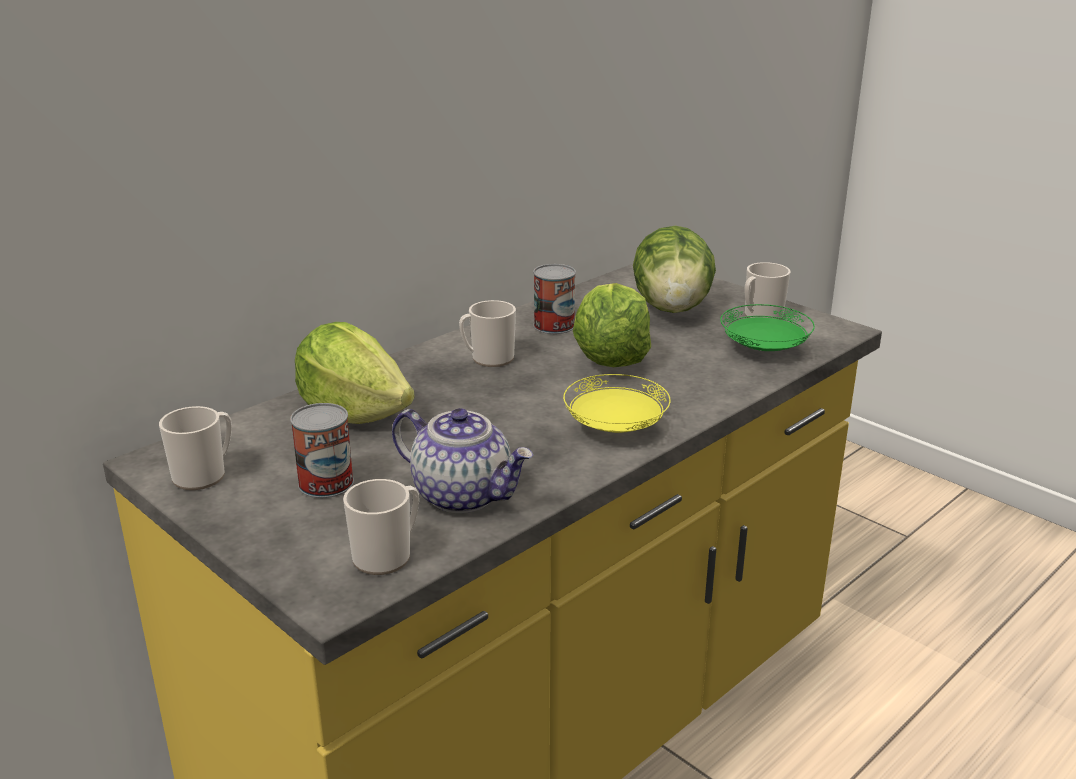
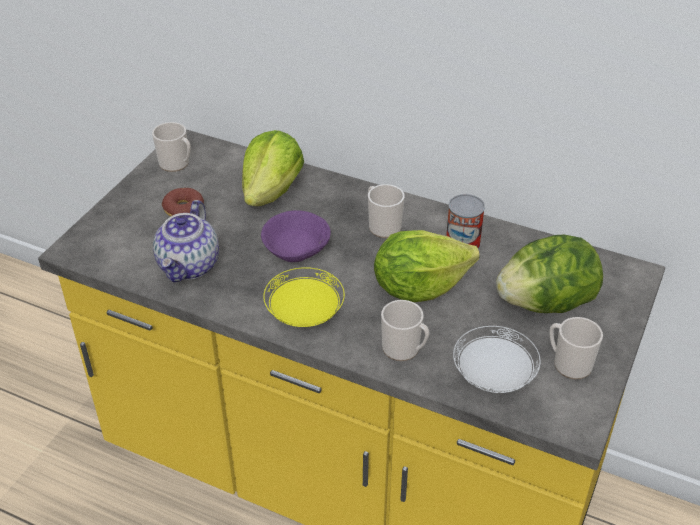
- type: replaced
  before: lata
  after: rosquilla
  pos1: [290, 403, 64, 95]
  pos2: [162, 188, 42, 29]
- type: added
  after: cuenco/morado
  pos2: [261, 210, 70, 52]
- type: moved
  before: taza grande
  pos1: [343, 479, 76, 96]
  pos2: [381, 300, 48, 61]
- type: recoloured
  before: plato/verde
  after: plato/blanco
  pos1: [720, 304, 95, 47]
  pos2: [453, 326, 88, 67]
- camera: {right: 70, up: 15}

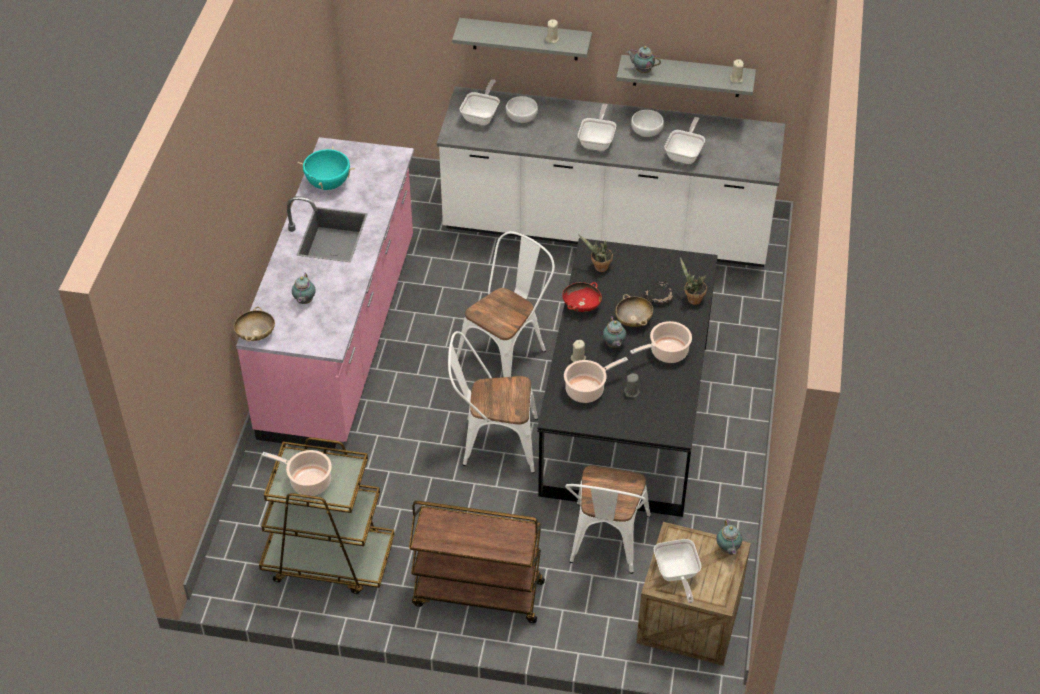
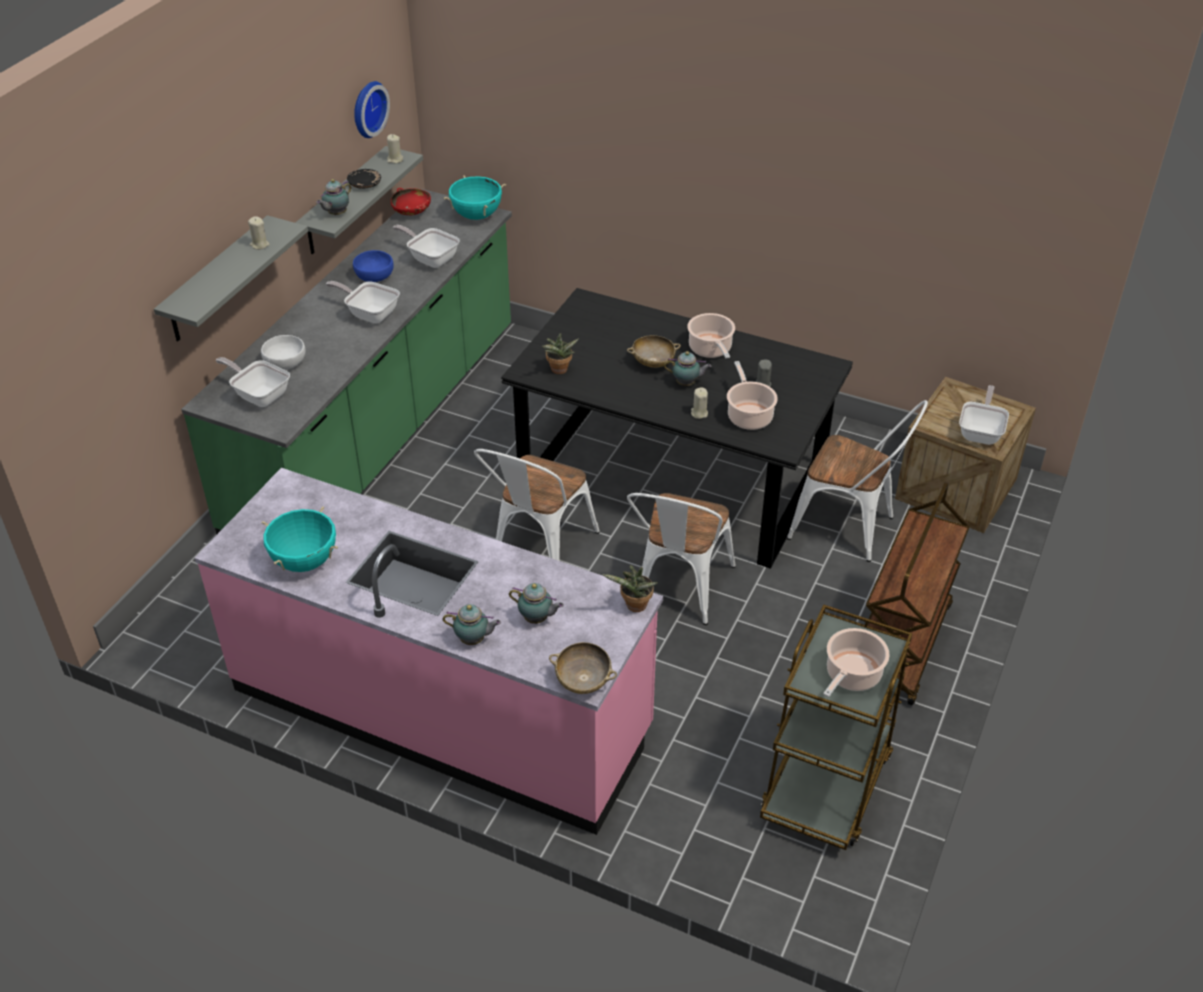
- type: recoloured
  before: mueble bajo de cocina/blanco
  after: mueble bajo de cocina/verde
  pos1: [437, 86, 348, 181]
  pos2: [181, 189, 331, 345]
- type: moved
  before: plato/negro
  pos1: [645, 281, 29, 23]
  pos2: [347, 169, 34, 20]
- type: recoloured
  before: cuenco/blanco
  after: cuenco/azul
  pos1: [631, 110, 33, 27]
  pos2: [353, 250, 41, 32]
- type: added
  after: reloj de pared
  pos2: [354, 81, 36, 57]
- type: moved
  before: cuenco/rojo
  pos1: [562, 282, 40, 30]
  pos2: [391, 188, 40, 28]
- type: moved
  before: tetera
  pos1: [716, 519, 26, 36]
  pos2: [443, 604, 58, 41]
- type: added
  after: olla/turquesa
  pos2: [444, 176, 62, 44]
- type: turned
  before: silla/blanco
  pos1: [456, 231, 99, 146]
  pos2: [474, 449, 126, 112]
  turn: -120
- type: moved
  before: planta en maceta
  pos1: [680, 258, 27, 47]
  pos2: [602, 565, 56, 47]
- type: turned
  before: sartén
  pos1: [654, 539, 48, 64]
  pos2: [959, 385, 50, 60]
  turn: -75
- camera: {right: -75, up: -5}

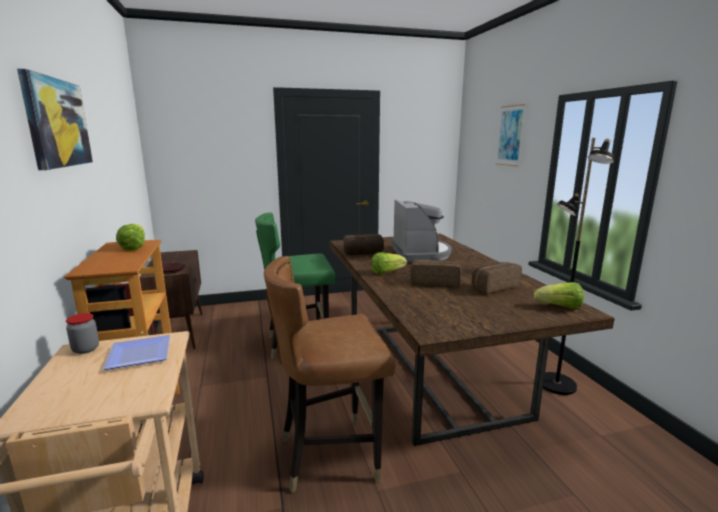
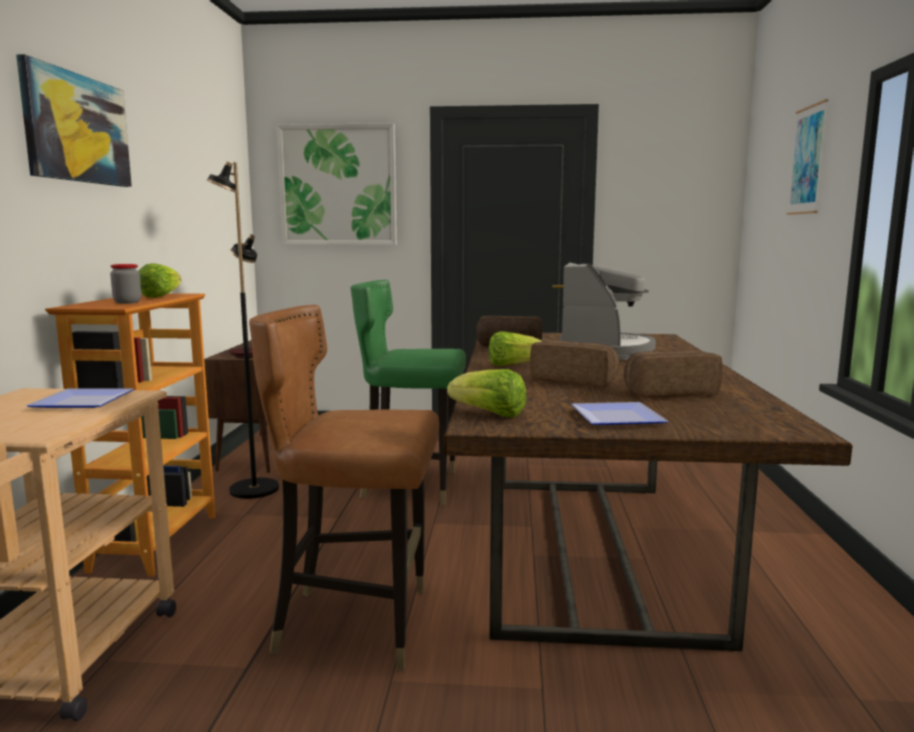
- type: moved
  before: tarro
  pos1: [66, 313, 33, 41]
  pos2: [110, 264, 31, 40]
- type: moved
  before: lámpara de pie/negro
  pos1: [543, 138, 71, 257]
  pos2: [206, 162, 73, 337]
- type: added
  after: cuadro
  pos2: [277, 123, 120, 122]
- type: moved
  before: lechuga
  pos1: [534, 282, 50, 27]
  pos2: [447, 369, 79, 48]
- type: added
  after: plato
  pos2: [571, 402, 97, 23]
- camera: {right: 20, up: -5}

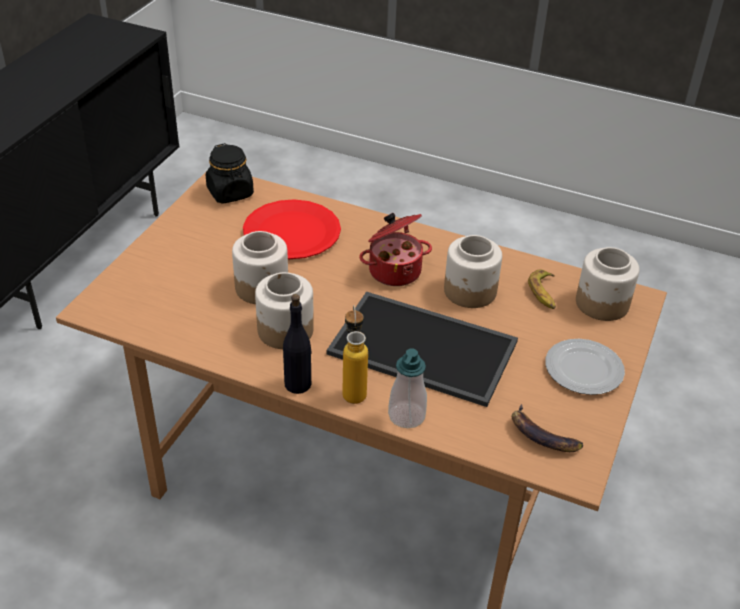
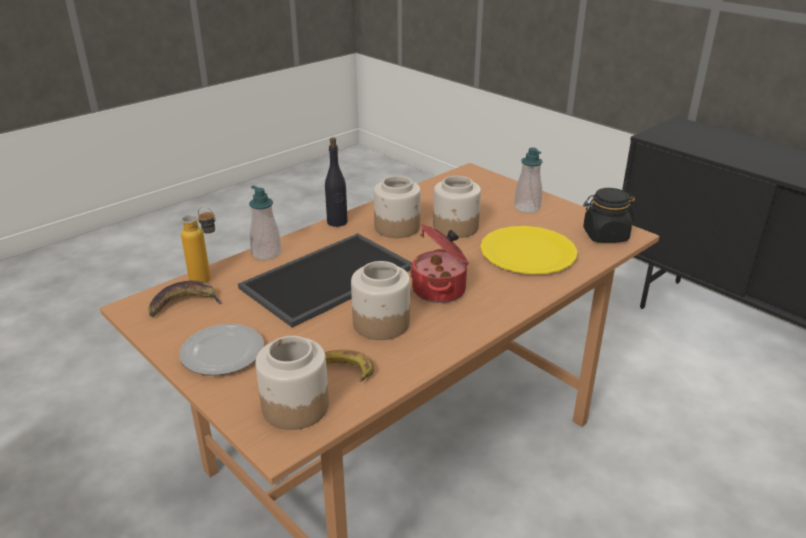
- type: moved
  before: botella
  pos1: [342, 305, 26, 99]
  pos2: [181, 207, 34, 76]
- type: recoloured
  before: plato/rojo
  after: plato/amarillo
  pos1: [243, 199, 98, 60]
  pos2: [480, 226, 97, 48]
- type: added
  after: dispensador de jabón
  pos2: [514, 147, 29, 66]
- camera: {right: 115, up: -10}

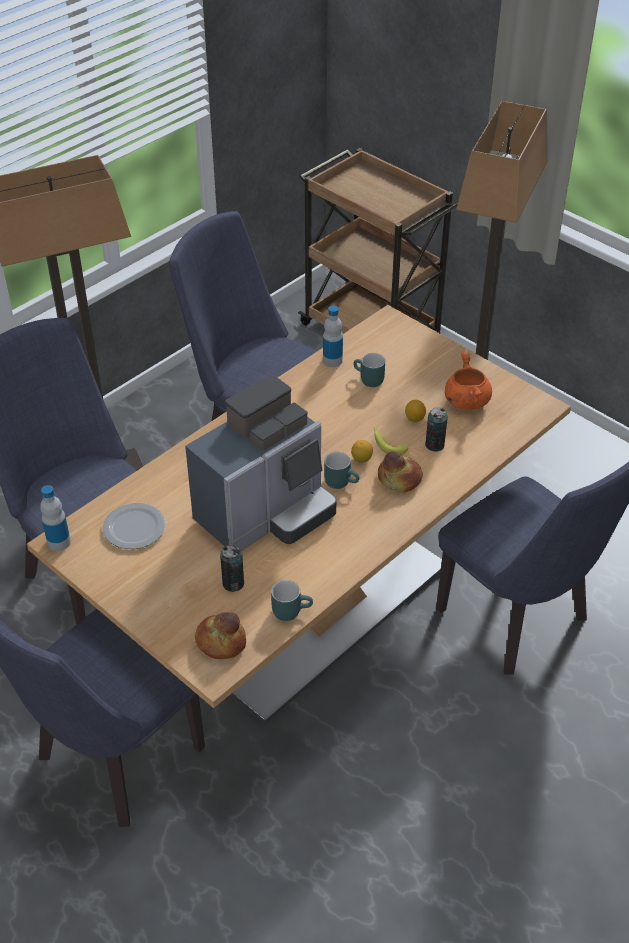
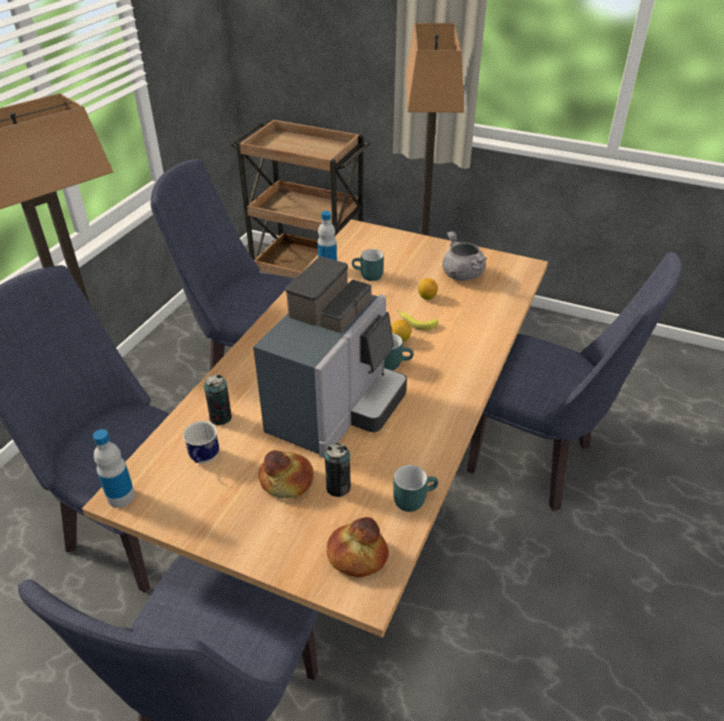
- type: replaced
  before: plato
  after: taza grande
  pos1: [103, 503, 63, 46]
  pos2: [183, 421, 36, 42]
- type: moved
  before: lata
  pos1: [425, 407, 23, 45]
  pos2: [204, 375, 28, 50]
- type: moved
  before: pan
  pos1: [378, 451, 45, 41]
  pos2: [258, 450, 56, 48]
- type: recoloured
  before: olla/naranja
  after: olla/gris
  pos1: [445, 352, 47, 58]
  pos2: [442, 232, 45, 49]
- camera: {right: -20, up: -5}

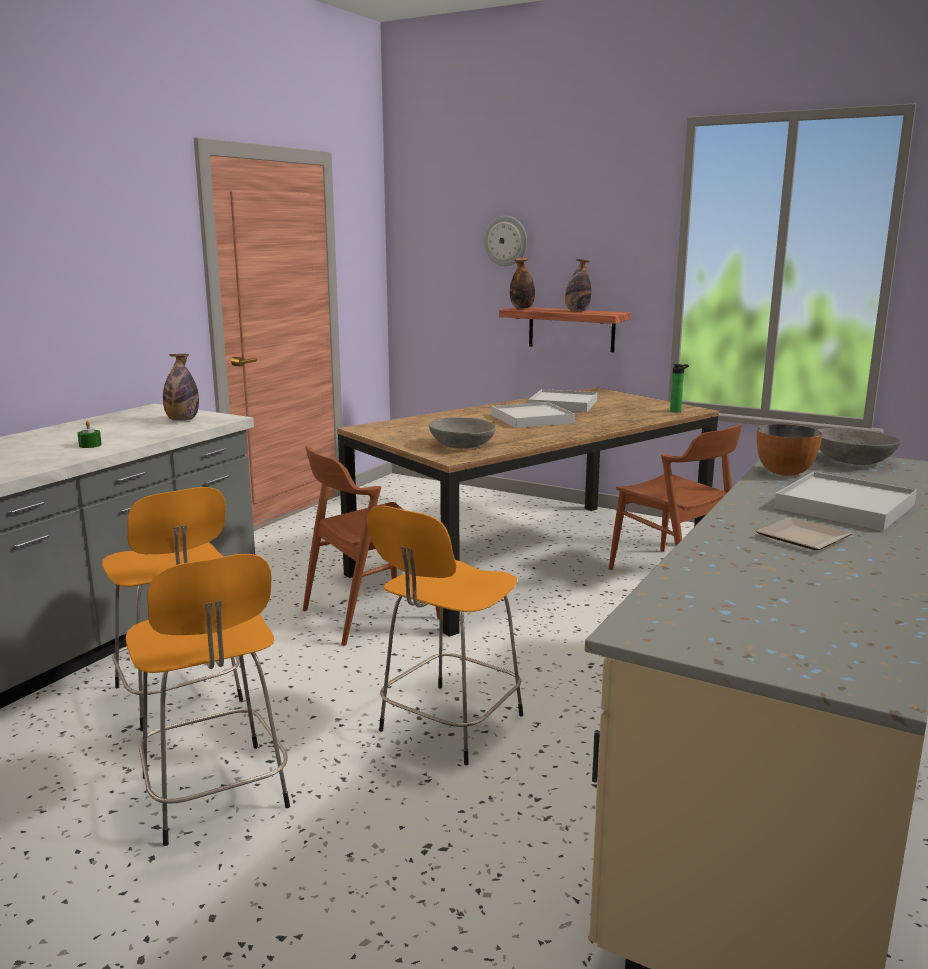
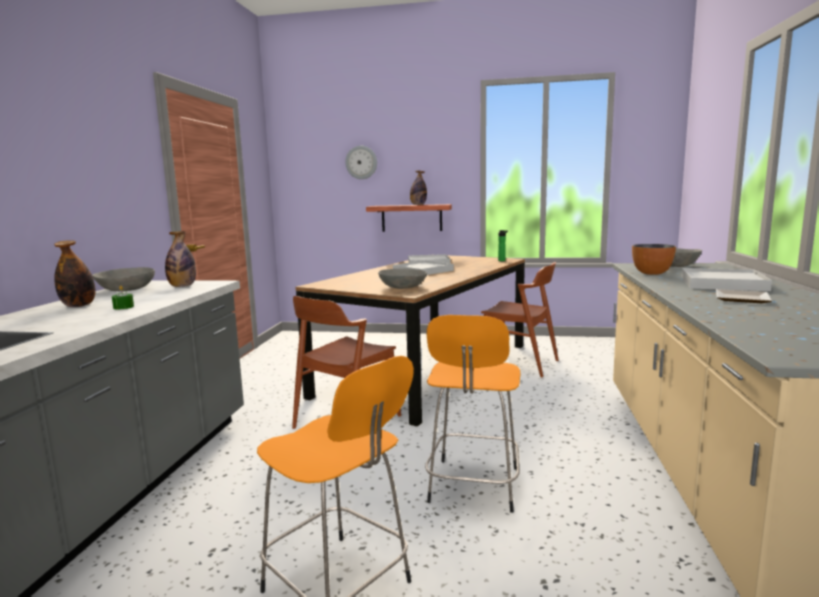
- type: moved
  before: botella
  pos1: [510, 258, 25, 51]
  pos2: [54, 240, 41, 67]
- type: added
  after: cuenco/gris
  pos2: [92, 267, 63, 24]
- type: removed
  before: taburete/naranja
  pos1: [102, 487, 141, 244]
- camera: {right: -20, up: -5}

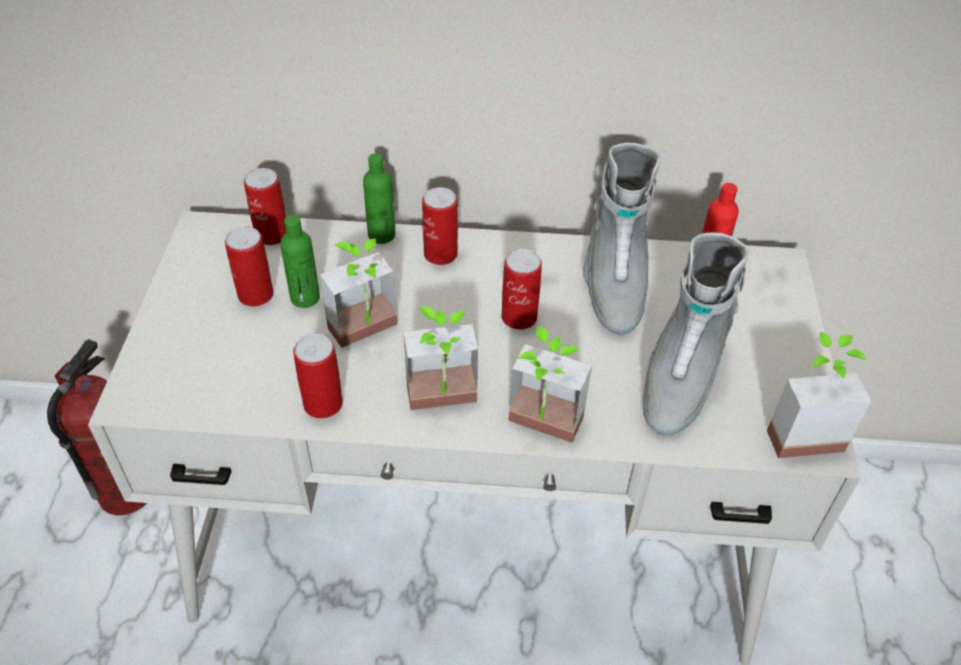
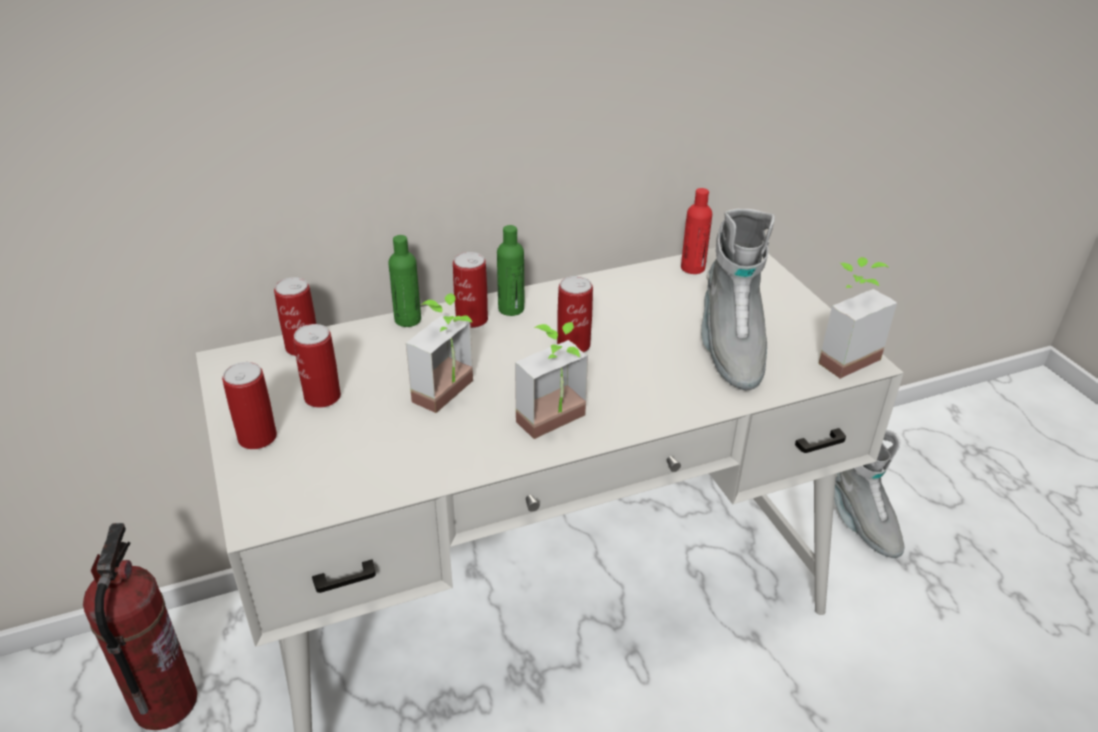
- type: moved
  before: lata
  pos1: [293, 334, 50, 85]
  pos2: [222, 362, 55, 87]
- type: moved
  before: botella/verde
  pos1: [280, 215, 40, 93]
  pos2: [497, 225, 27, 91]
- type: moved
  before: bota/gris
  pos1: [584, 143, 77, 192]
  pos2: [834, 429, 71, 129]
- type: removed
  before: planta en maceta
  pos1: [508, 326, 84, 117]
- camera: {right: -25, up: -10}

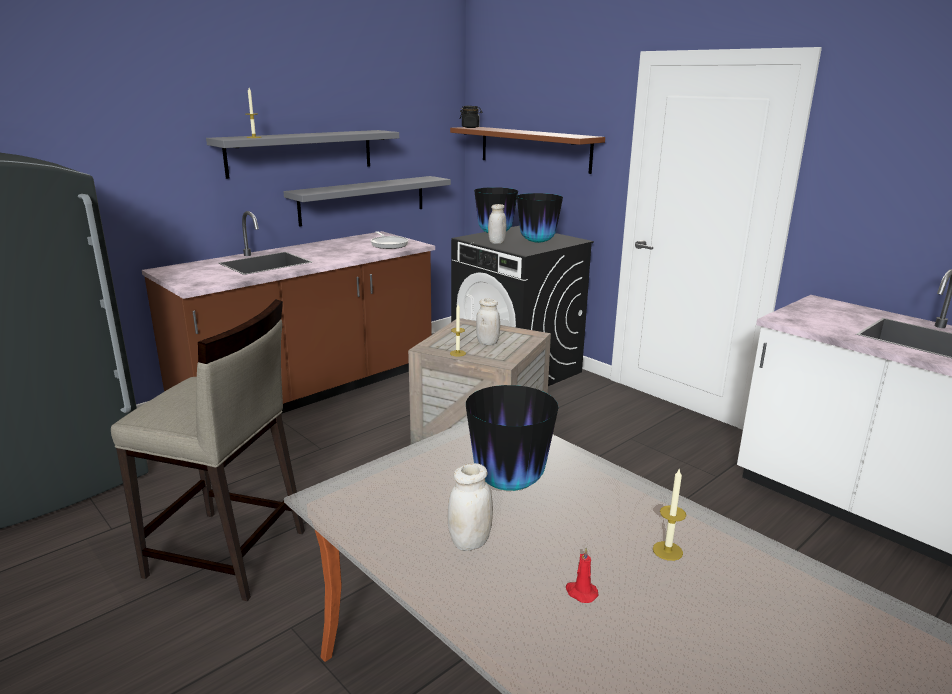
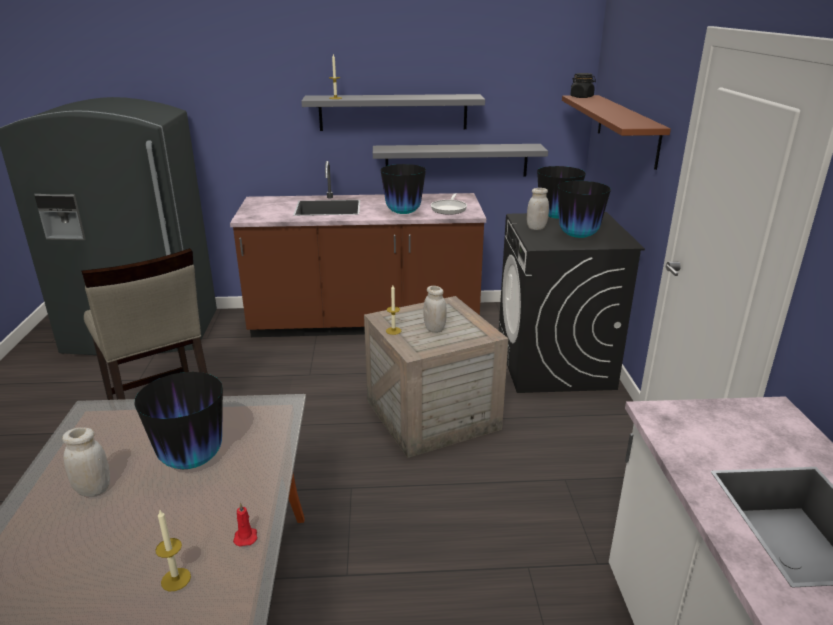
- type: moved
  before: vela/rojo
  pos1: [566, 548, 32, 55]
  pos2: [233, 503, 24, 43]
- type: added
  after: florero
  pos2: [380, 164, 46, 50]
- camera: {right: 40, up: 5}

